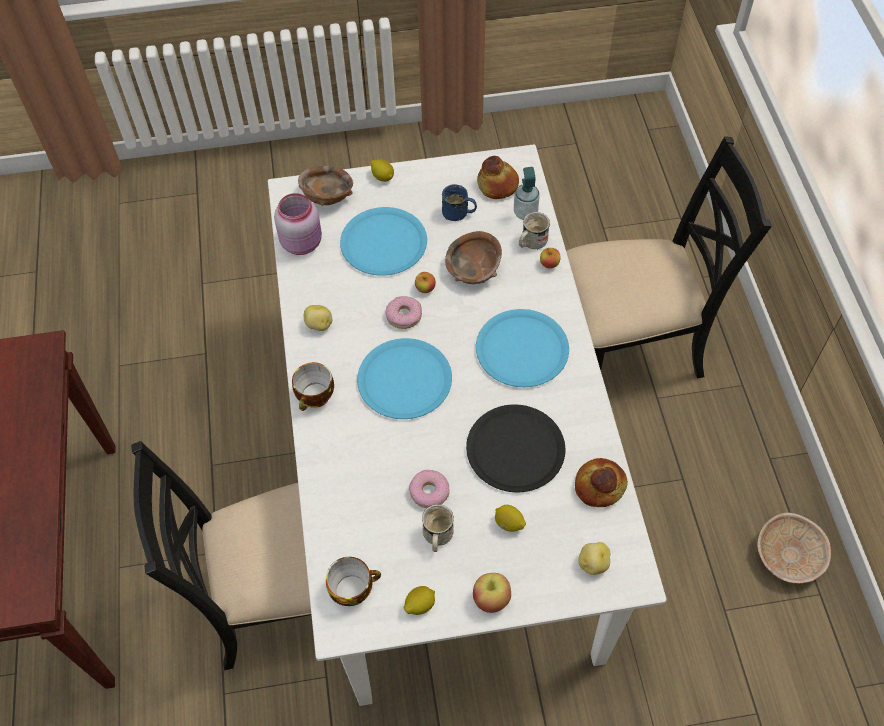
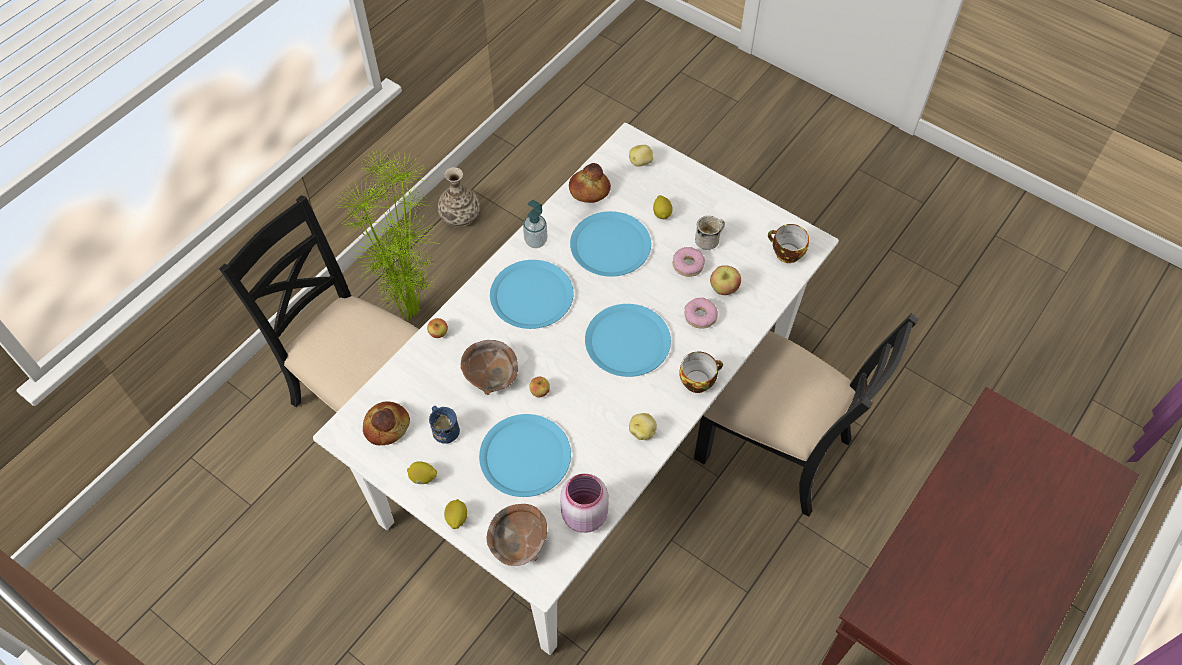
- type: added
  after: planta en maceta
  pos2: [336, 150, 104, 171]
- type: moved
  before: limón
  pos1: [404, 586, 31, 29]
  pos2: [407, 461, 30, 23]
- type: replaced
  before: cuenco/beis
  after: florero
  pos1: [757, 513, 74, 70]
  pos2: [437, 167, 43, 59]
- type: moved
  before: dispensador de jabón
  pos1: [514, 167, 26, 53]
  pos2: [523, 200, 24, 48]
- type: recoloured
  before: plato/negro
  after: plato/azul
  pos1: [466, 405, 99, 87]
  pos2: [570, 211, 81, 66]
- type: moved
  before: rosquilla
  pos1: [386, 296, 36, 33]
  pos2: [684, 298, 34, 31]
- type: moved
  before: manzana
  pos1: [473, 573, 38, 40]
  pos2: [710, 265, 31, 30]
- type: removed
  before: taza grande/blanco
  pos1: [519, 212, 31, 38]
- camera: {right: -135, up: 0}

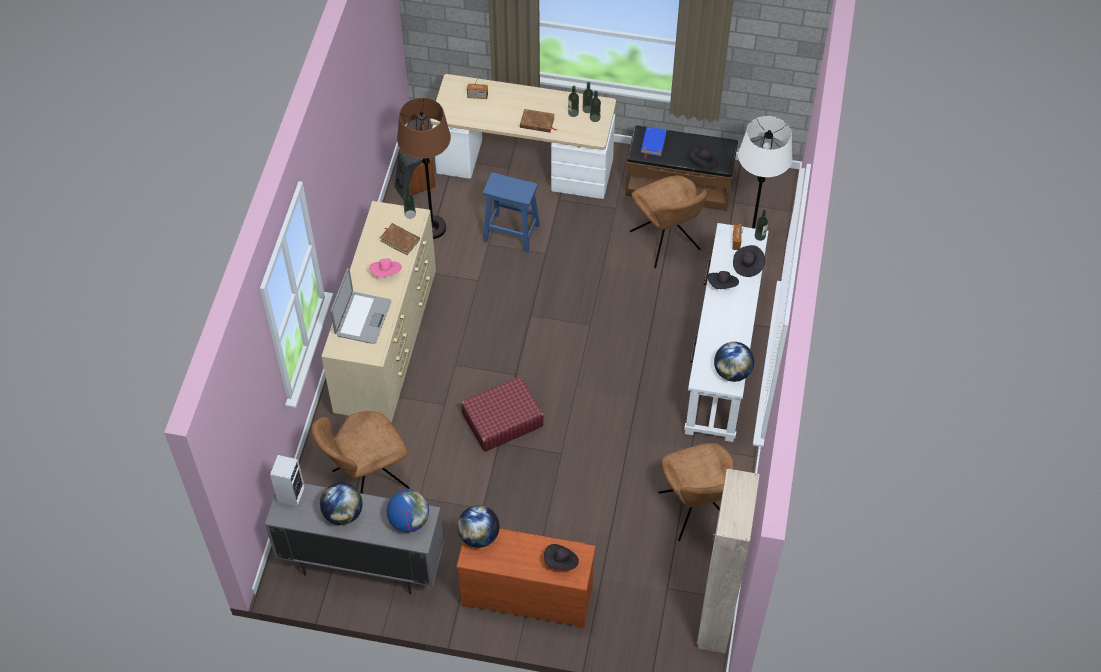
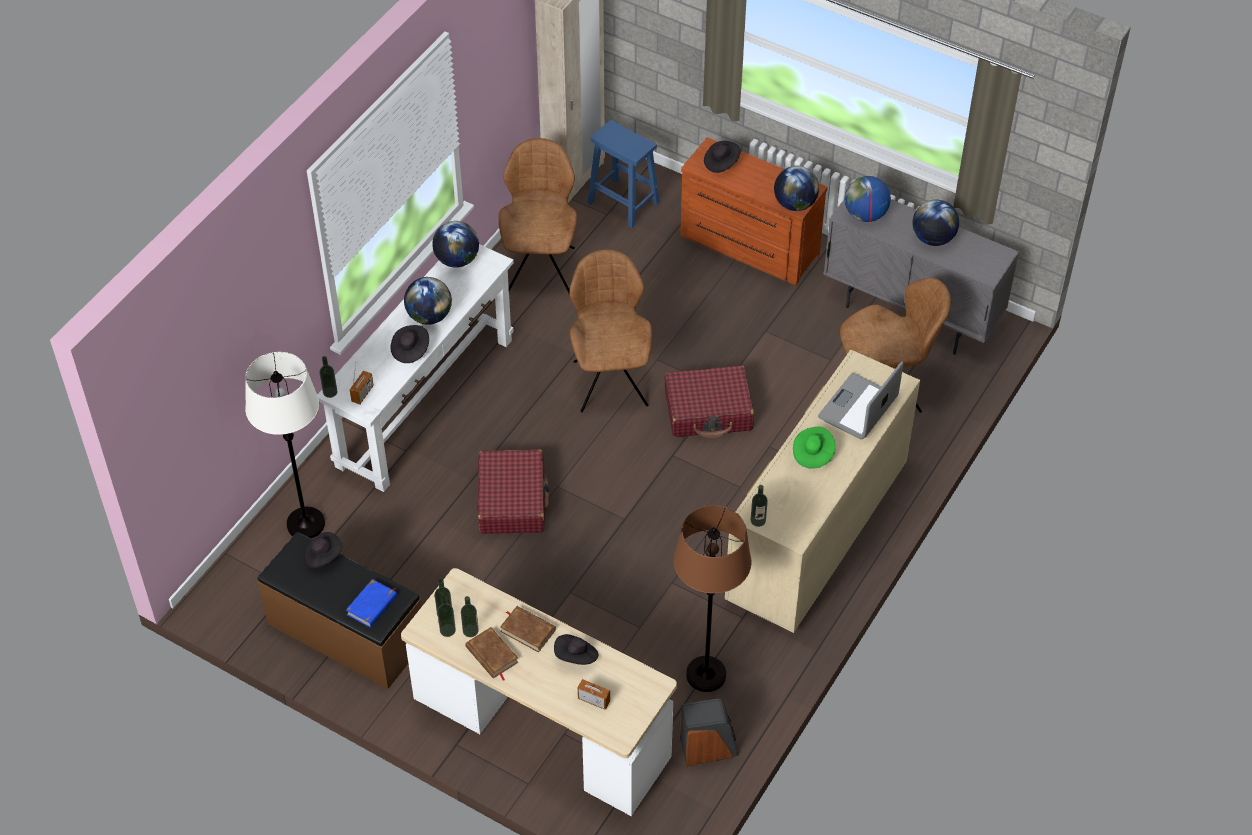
- type: added
  after: globo terráqueo
  pos2: [404, 277, 48, 48]
- type: moved
  before: libro/marrón
  pos1: [380, 223, 40, 32]
  pos2: [465, 627, 53, 54]
- type: added
  after: maleta/rojo
  pos2: [477, 449, 72, 85]
- type: moved
  before: sombrero/negro
  pos1: [733, 245, 32, 32]
  pos2: [554, 634, 44, 31]
- type: moved
  before: silla/marrón
  pos1: [630, 175, 78, 93]
  pos2: [569, 249, 83, 163]
- type: moved
  before: taburete/azul
  pos1: [483, 172, 57, 81]
  pos2: [587, 120, 73, 108]
- type: recoloured
  before: sombrero/rosa
  after: sombrero/verde
  pos1: [369, 258, 33, 20]
  pos2: [793, 427, 43, 42]
- type: removed
  before: altavoz
  pos1: [270, 455, 35, 51]
- camera: {right: -160, up: -5}

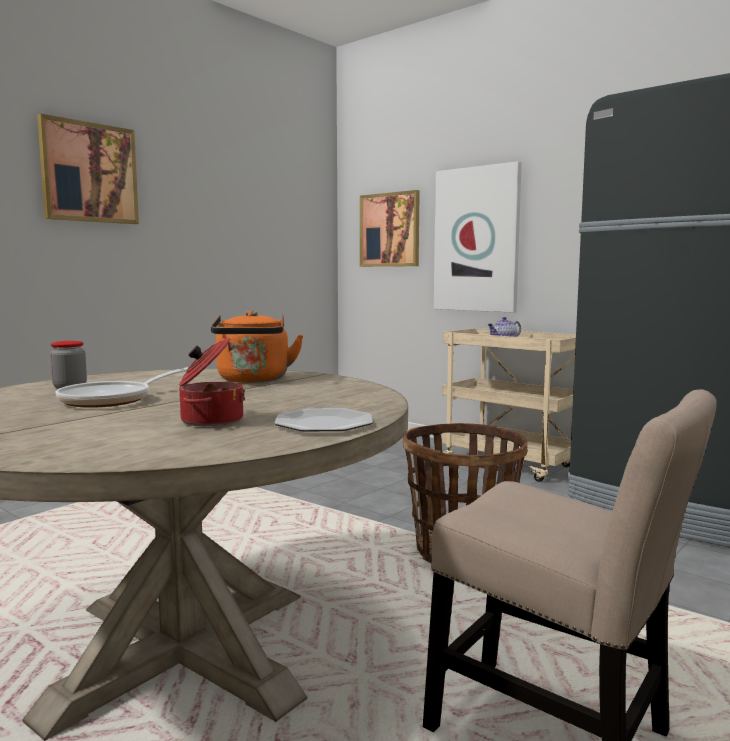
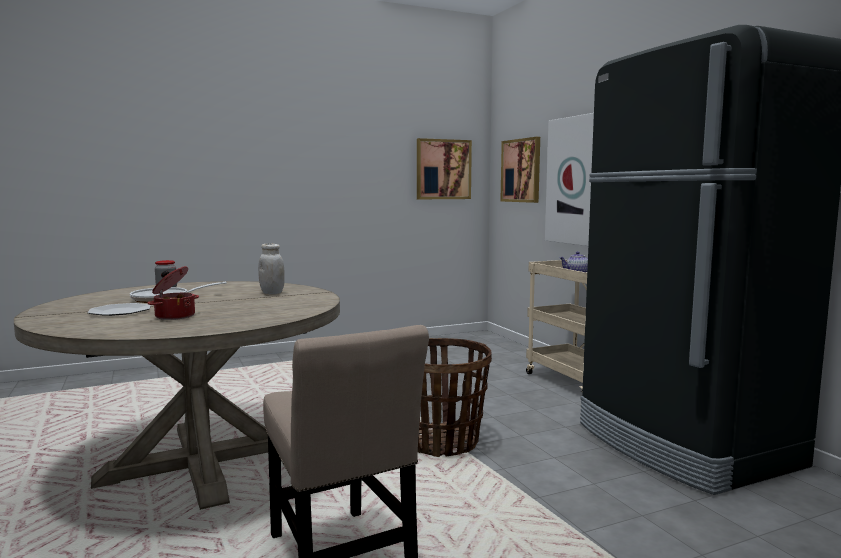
- type: moved
  before: plato
  pos1: [274, 408, 99, 24]
  pos2: [88, 303, 63, 13]
- type: replaced
  before: hervidor/naranja
  after: tarro/blanco
  pos1: [211, 310, 93, 73]
  pos2: [258, 243, 27, 51]
- type: moved
  before: cuadro
  pos1: [37, 114, 102, 110]
  pos2: [417, 138, 55, 61]
- camera: {right: 25, up: 0}

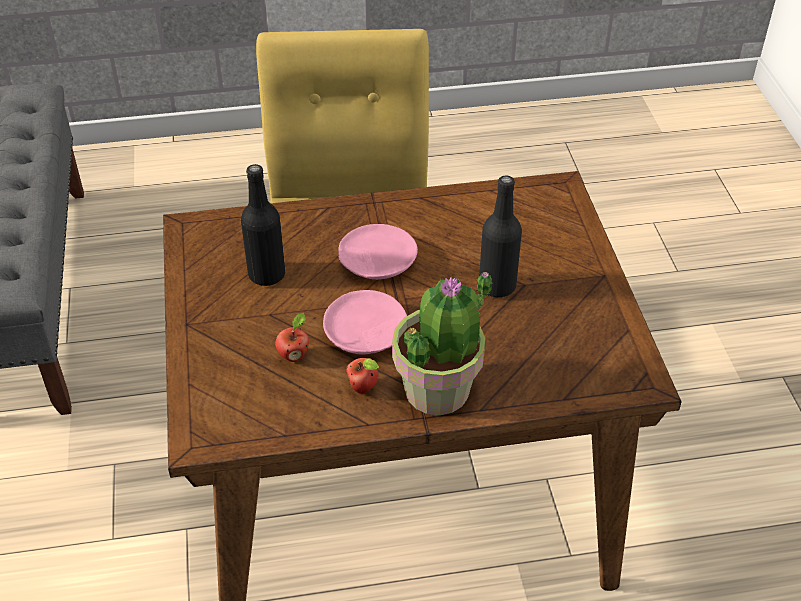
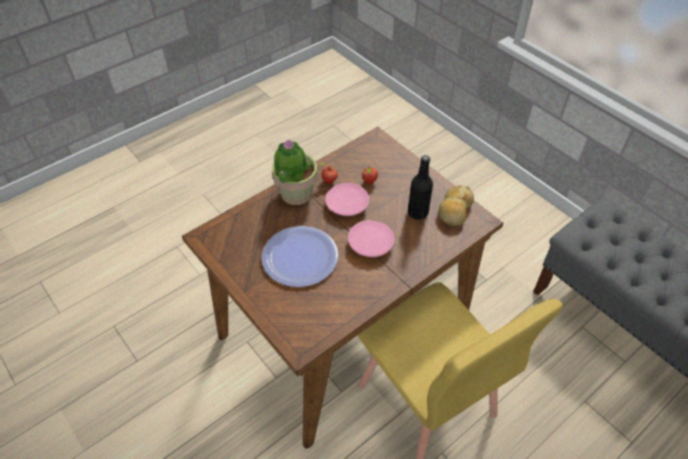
- type: replaced
  before: botella/negro
  after: plato
  pos1: [479, 175, 43, 122]
  pos2: [262, 226, 77, 61]
- type: added
  after: pan
  pos2: [438, 185, 36, 41]
- camera: {right: 150, up: 5}

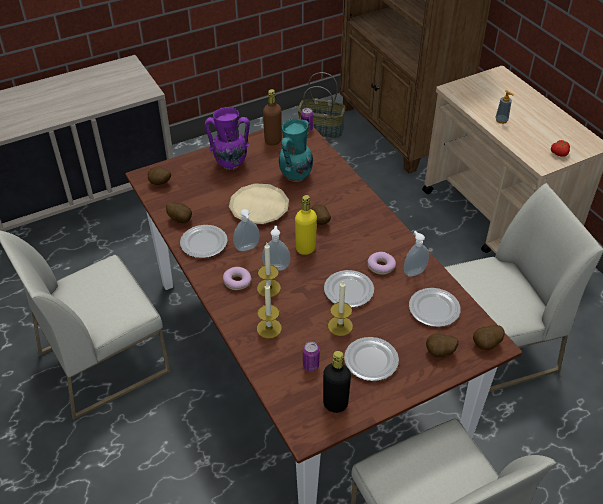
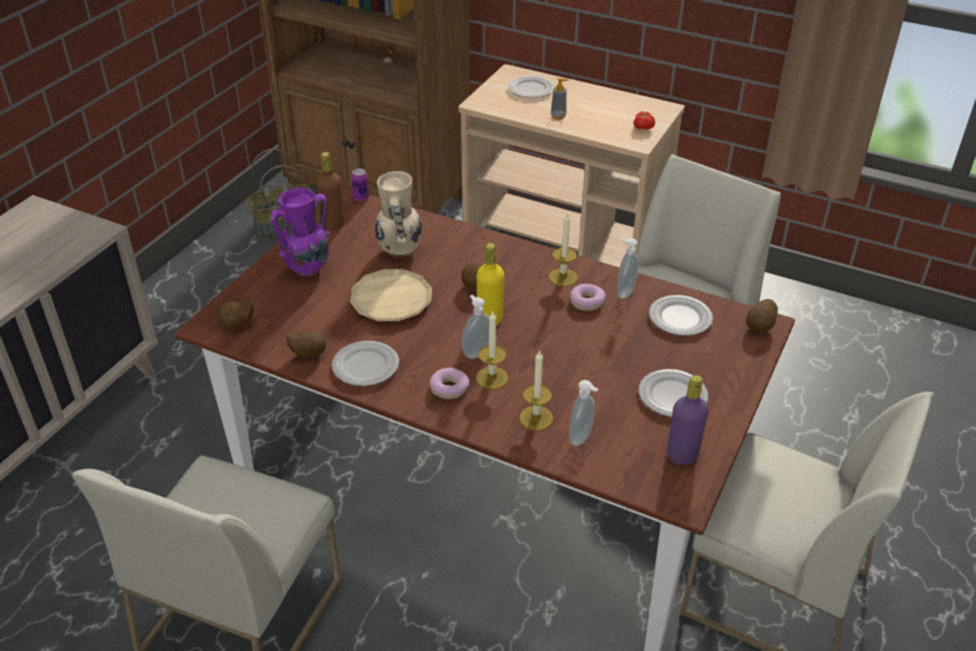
- type: recoloured
  before: florero/turquesa
  after: florero/beis
  pos1: [279, 119, 34, 63]
  pos2: [375, 171, 47, 87]
- type: moved
  before: plato
  pos1: [324, 270, 50, 38]
  pos2: [508, 76, 46, 22]
- type: moved
  before: vela
  pos1: [328, 281, 25, 55]
  pos2: [549, 213, 29, 73]
- type: moved
  before: dispensador de jabón
  pos1: [233, 209, 27, 42]
  pos2: [570, 380, 28, 66]
- type: recoloured
  before: botella/negro
  after: botella/morado
  pos1: [323, 351, 28, 62]
  pos2: [667, 375, 41, 90]
- type: removed
  before: lata
  pos1: [303, 341, 17, 31]
- type: removed
  before: patata
  pos1: [426, 334, 33, 23]
- camera: {right: -35, up: -5}

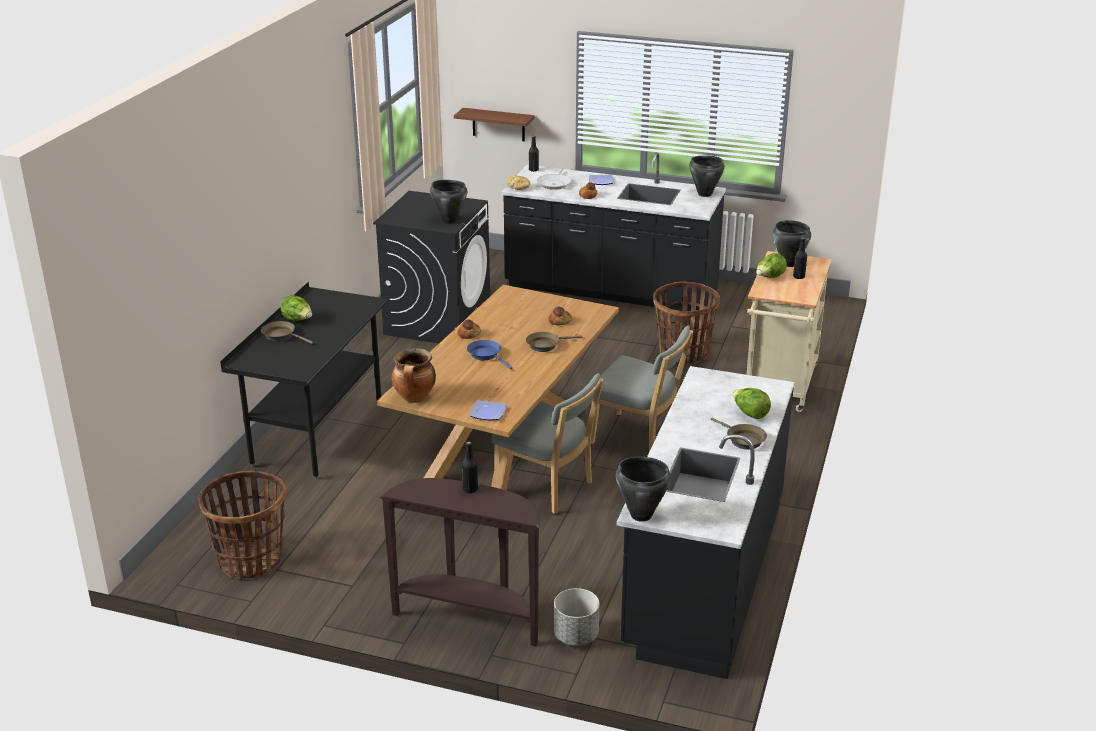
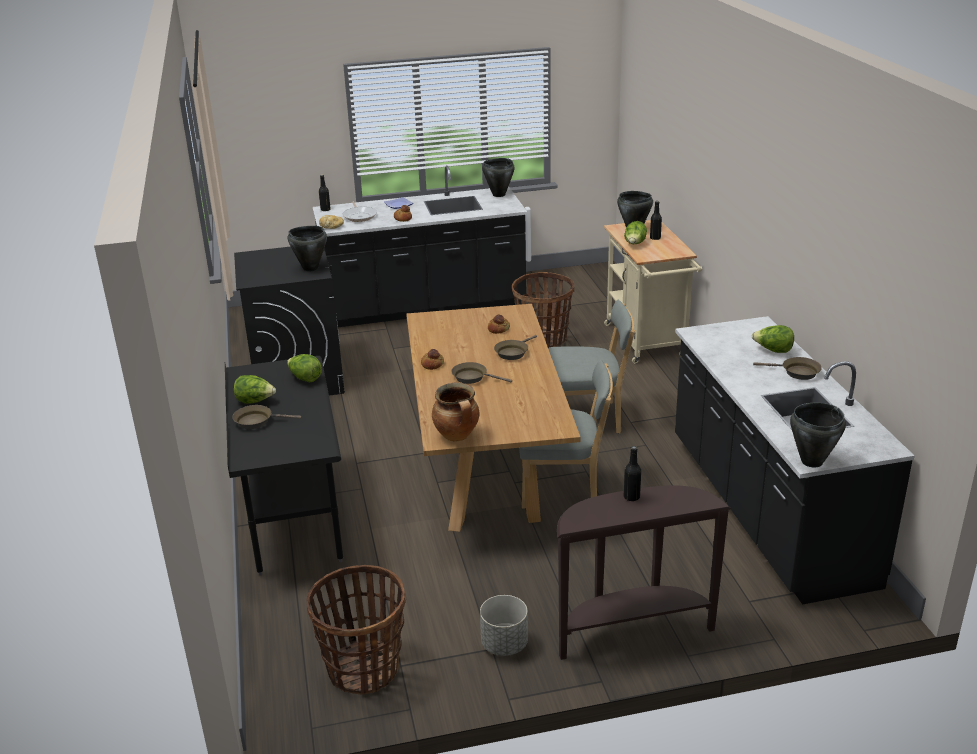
- type: added
  after: lechuga
  pos2: [287, 354, 35, 28]
- type: recoloured
  before: sartén/azul
  after: sartén/marrón
  pos1: [467, 340, 45, 29]
  pos2: [451, 362, 61, 22]
- type: moved
  before: maceta/gris
  pos1: [554, 588, 45, 58]
  pos2: [480, 595, 48, 61]
- type: removed
  before: estante/marrón
  pos1: [454, 108, 81, 33]
- type: removed
  before: plato
  pos1: [470, 400, 36, 20]
- camera: {right: -30, up: 0}

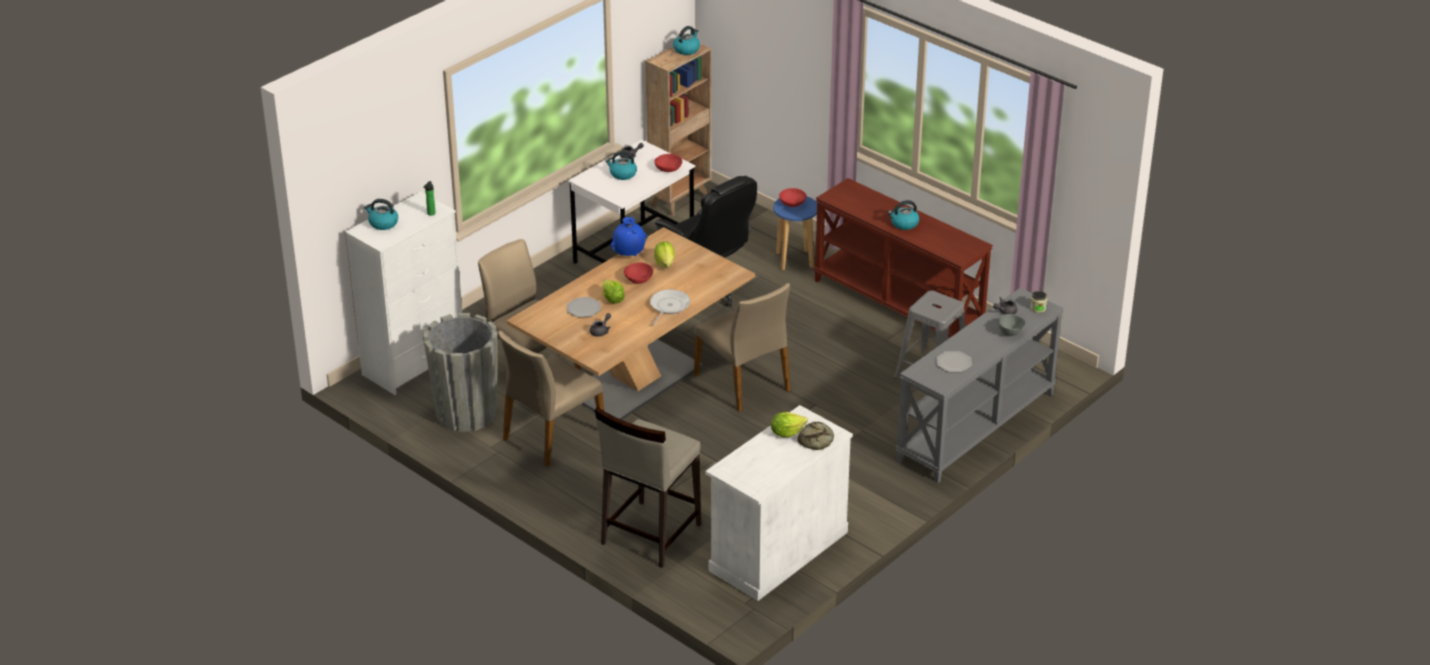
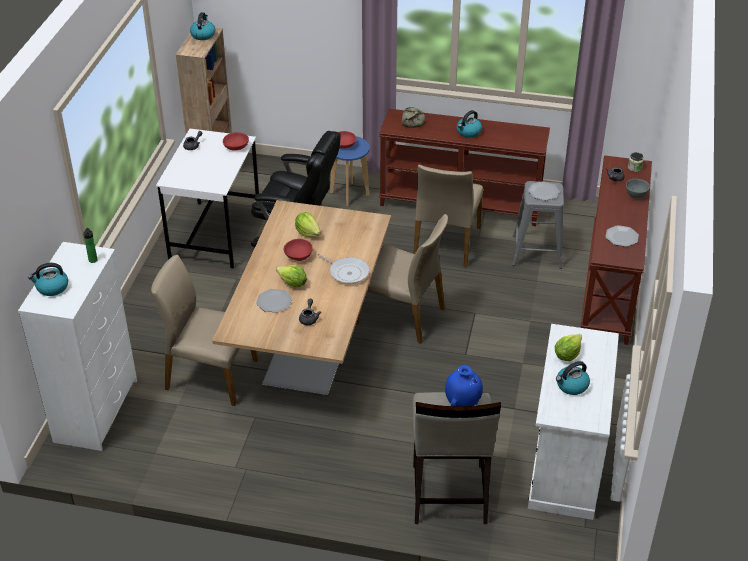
- type: turned
  before: sartén
  pos1: [650, 289, 40, 37]
  pos2: [317, 254, 52, 30]
  turn: 135
- type: moved
  before: pan
  pos1: [797, 422, 37, 28]
  pos2: [402, 107, 24, 21]
- type: moved
  before: silla/beis
  pos1: [499, 330, 105, 137]
  pos2: [413, 165, 70, 103]
- type: moved
  before: florero/azul
  pos1: [610, 217, 37, 39]
  pos2: [445, 365, 38, 41]
- type: added
  after: plato
  pos2: [528, 181, 32, 20]
- type: moved
  before: hervidor
  pos1: [605, 151, 32, 29]
  pos2: [556, 361, 34, 34]
- type: recoloured
  before: mesa consola/gris
  after: mesa consola/marrón
  pos1: [895, 288, 169, 195]
  pos2: [581, 155, 71, 190]
- type: removed
  before: maceta/gris
  pos1: [423, 313, 74, 119]
- camera: {right: -30, up: 5}

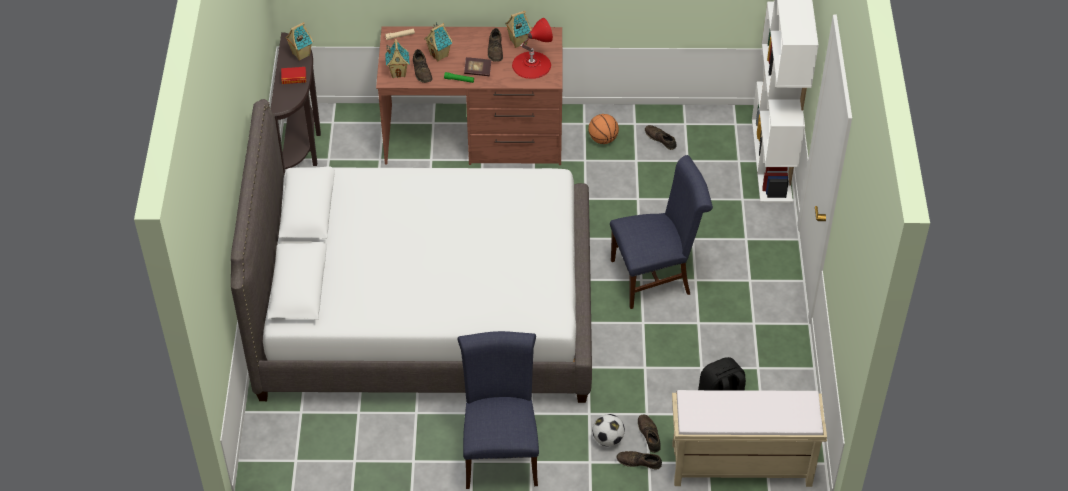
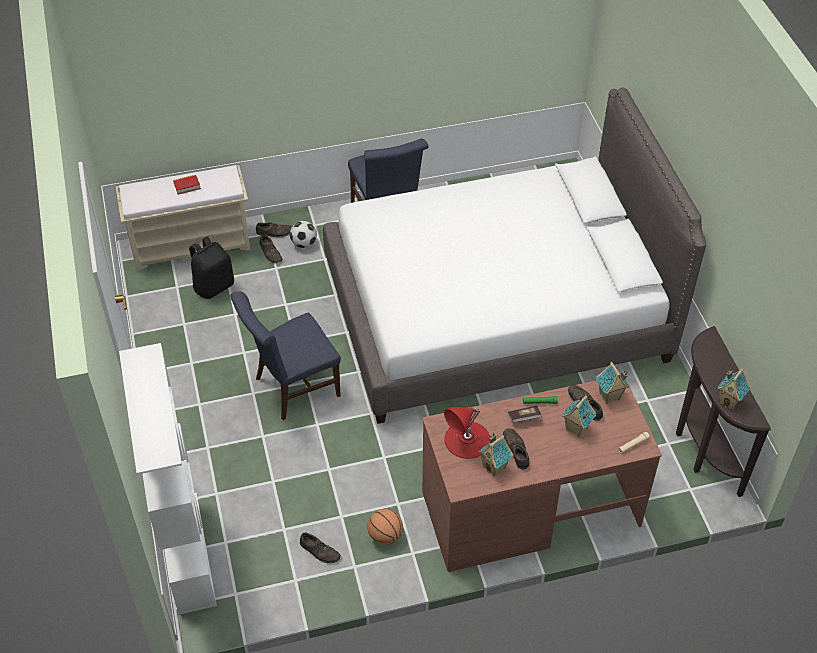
- type: moved
  before: libro
  pos1: [281, 67, 25, 17]
  pos2: [173, 175, 28, 20]
- camera: {right: 165, up: 0}

